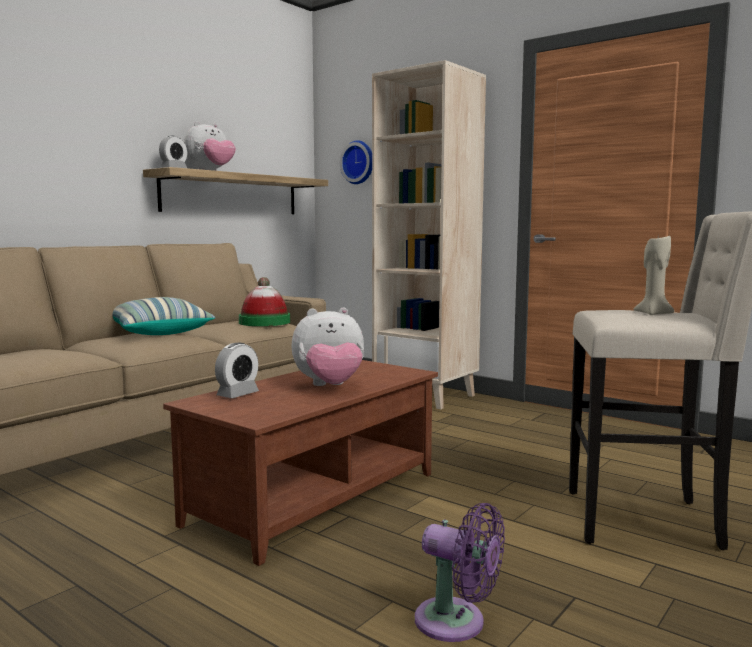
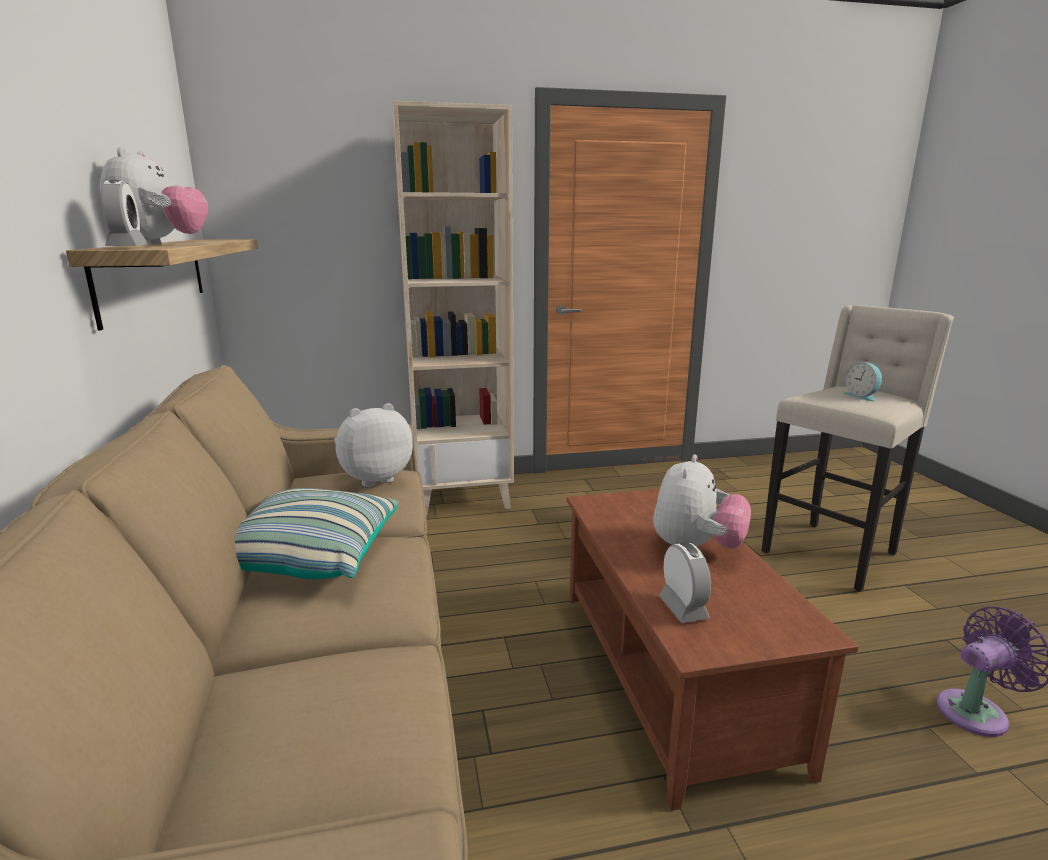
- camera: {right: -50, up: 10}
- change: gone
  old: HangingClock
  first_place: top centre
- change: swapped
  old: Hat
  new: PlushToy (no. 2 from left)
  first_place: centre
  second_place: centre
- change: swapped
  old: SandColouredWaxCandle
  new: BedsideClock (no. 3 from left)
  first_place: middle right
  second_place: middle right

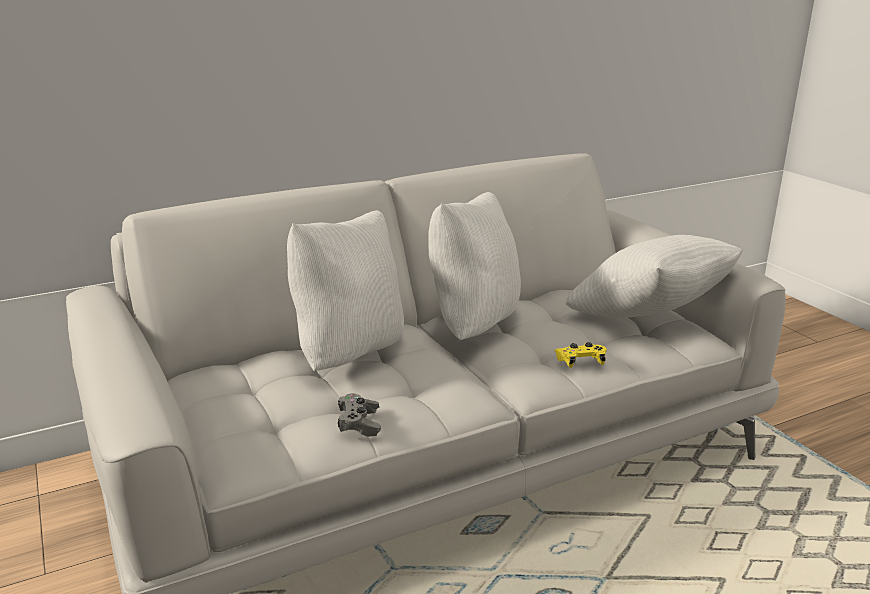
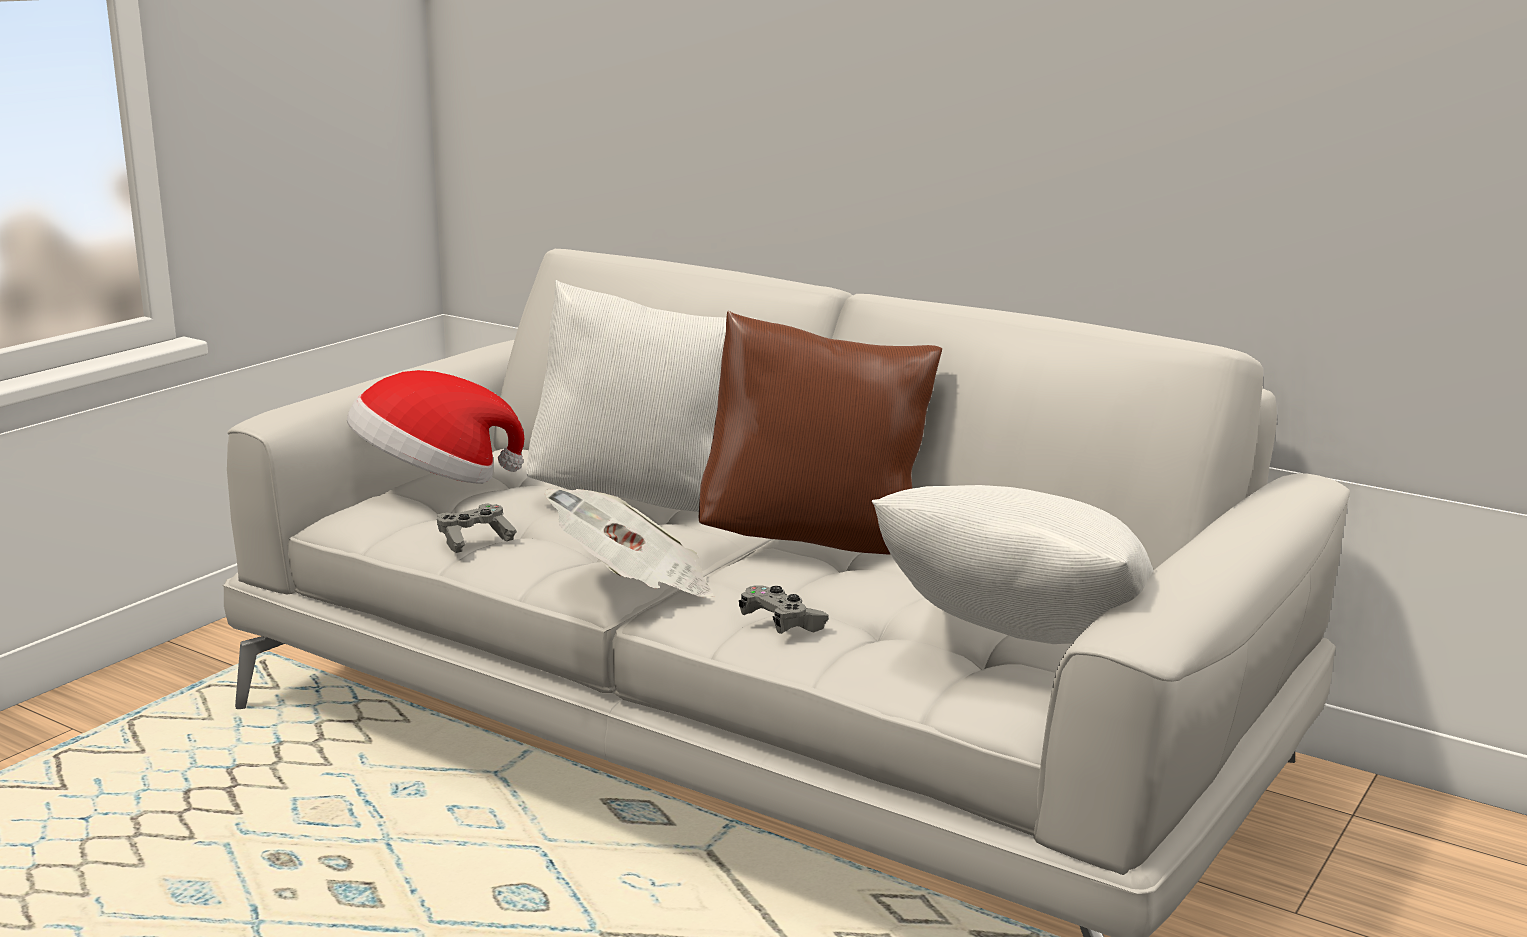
- camera: {right: 60, up: -5}
- change: new
  new: Hat
  second_place: middle left
- change: new
  new: Newspaper
  second_place: centre
- change: repainted
  old: WhitishThrowPillow (no. 2 from left)
  new: BrownThrowPillow
  first_place: centre
  second_place: centre
- change: repainted
  old: YellowColouredJoypad
  new: GreyishJoypad (no. 2 from left)
  first_place: middle right
  second_place: centre

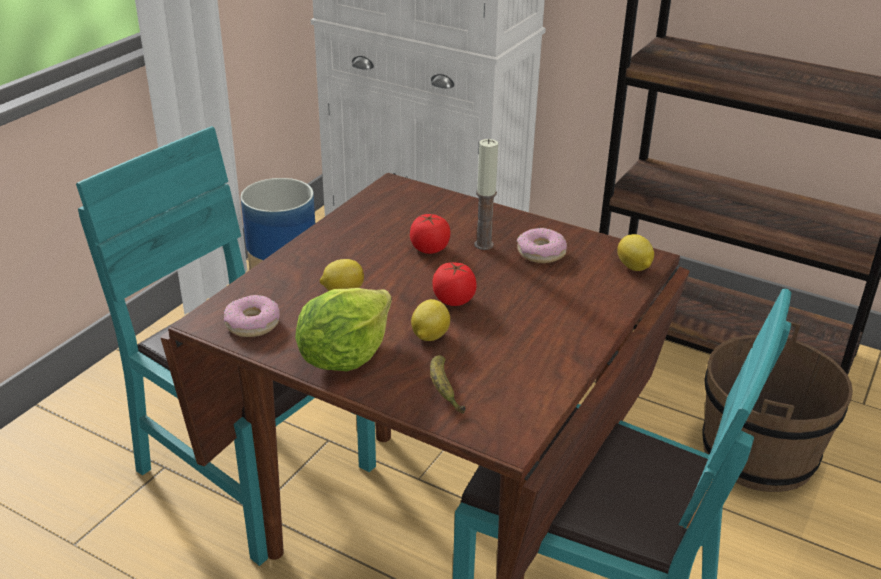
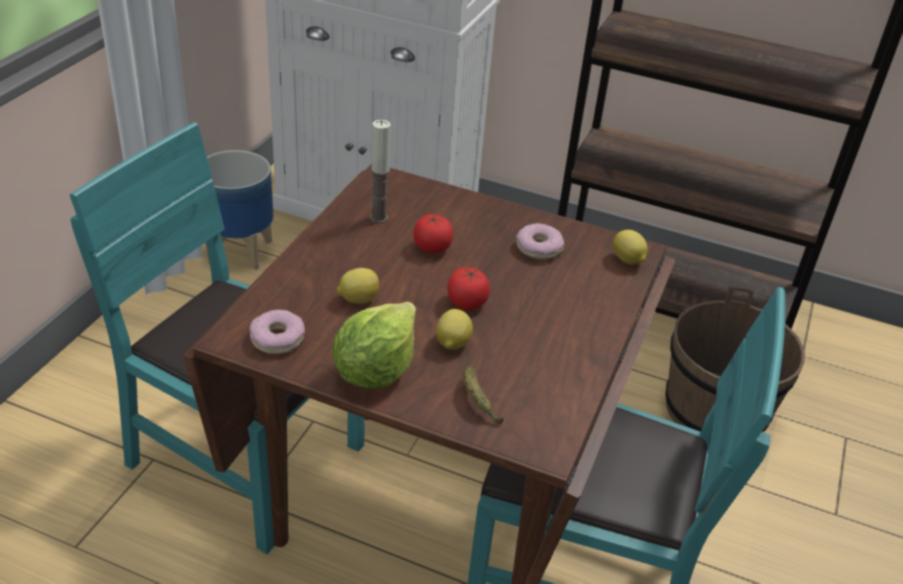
- camera: {right: -10, up: 5}
- change: shifted
  old: WaxCandle
  first_place: centre
  second_place: top centre

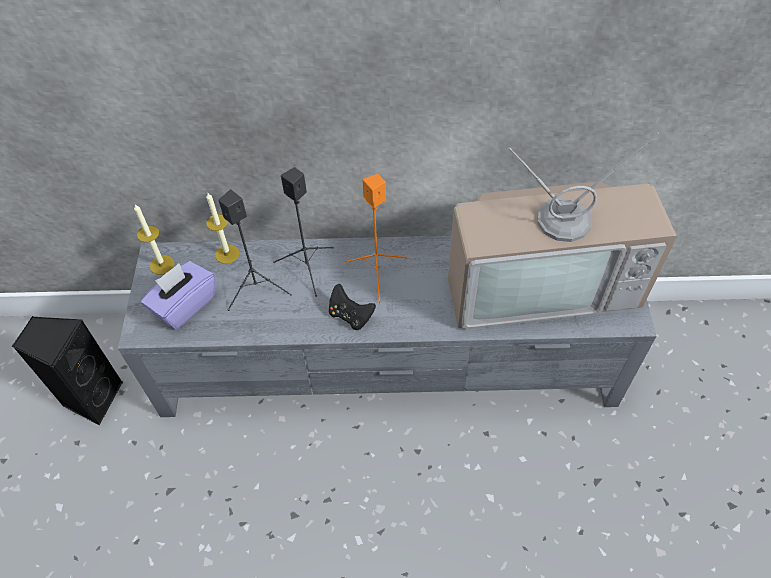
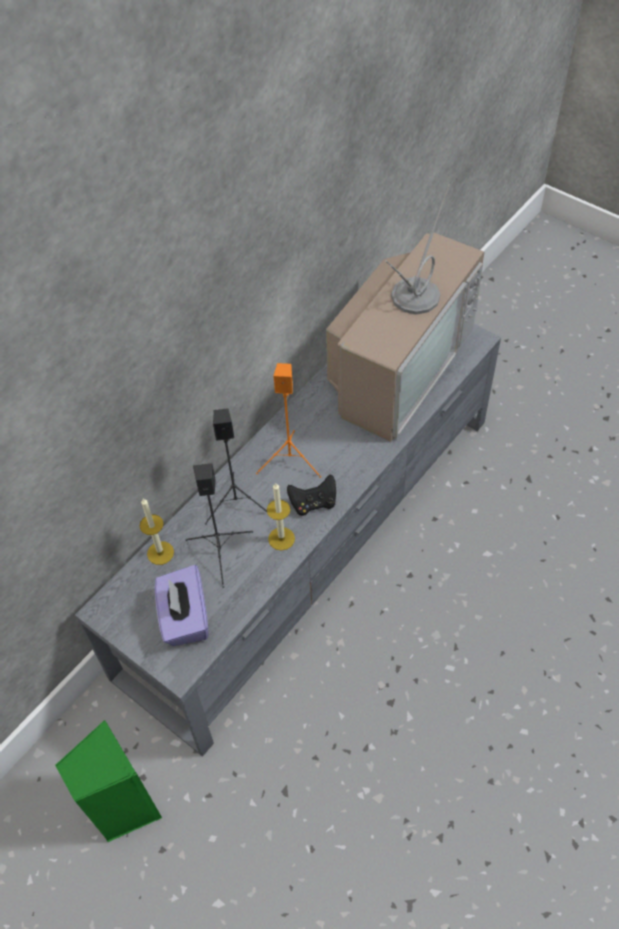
- camera: {right: -50, up: 0}
- change: shifted
  old: WaxCandle (no. 1 from left in the first image)
  new: WaxCandle (no. 2 from left)
  first_place: middle left
  second_place: centre
- change: repainted
  old: BlackColouredLoudspeaker (no. 1 from left)
  new: GreenishLoudspeaker
  first_place: middle left
  second_place: bottom left

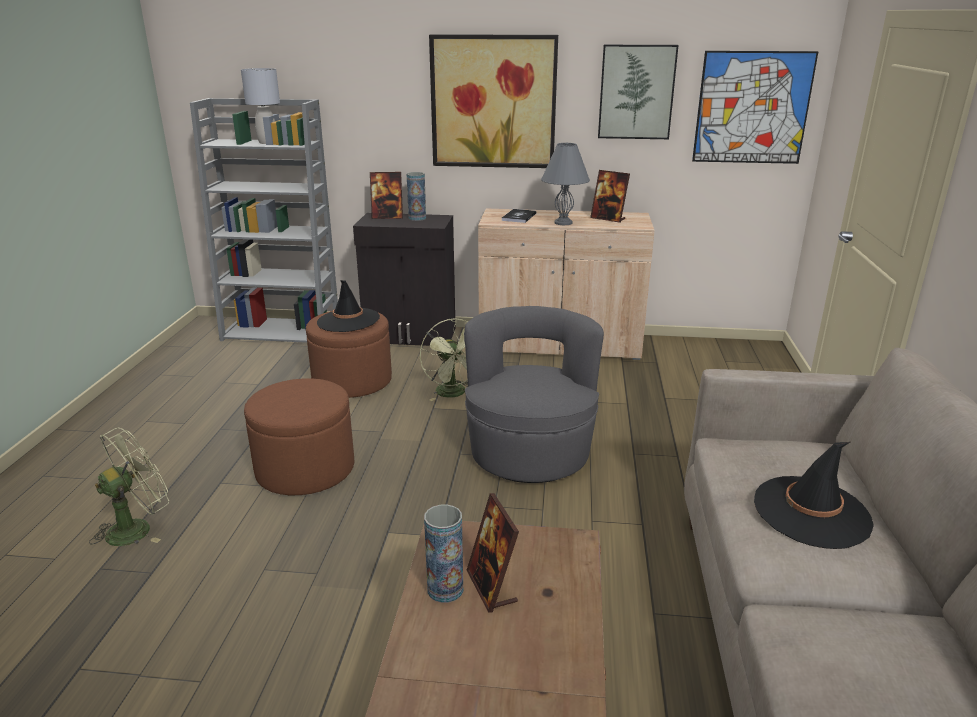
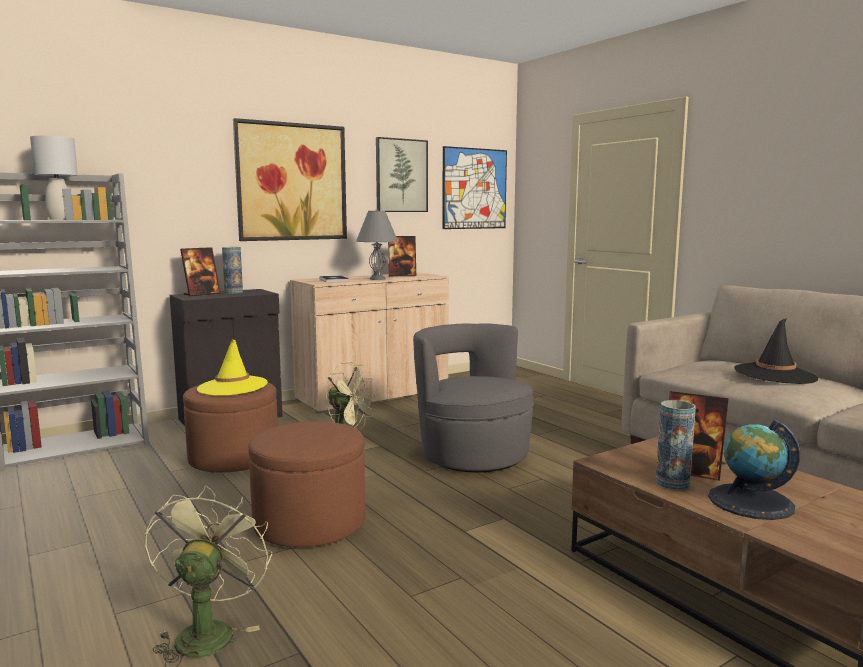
- camera: {right: -40, up: -15}
- change: new
  new: Globe
  second_place: bottom right
- change: repainted
  old: BlackColouredHat (no. 1 from left)
  new: YellowColouredHat
  first_place: centre
  second_place: middle left

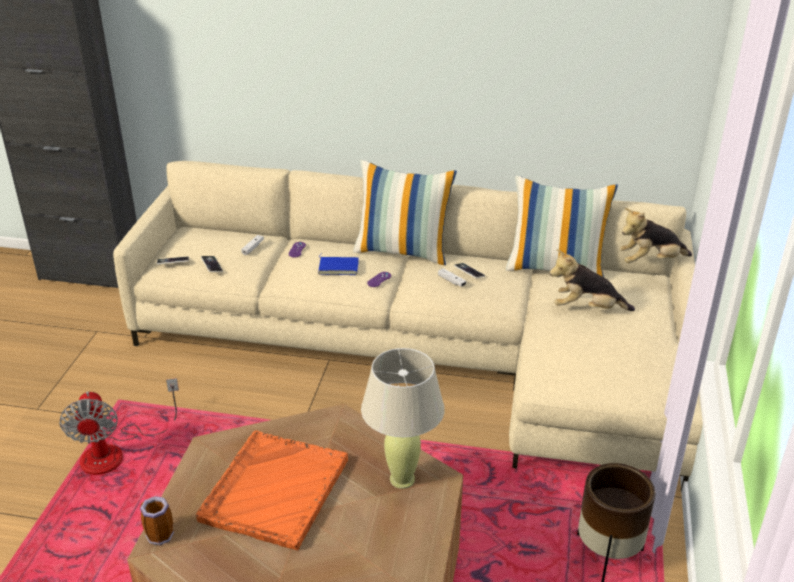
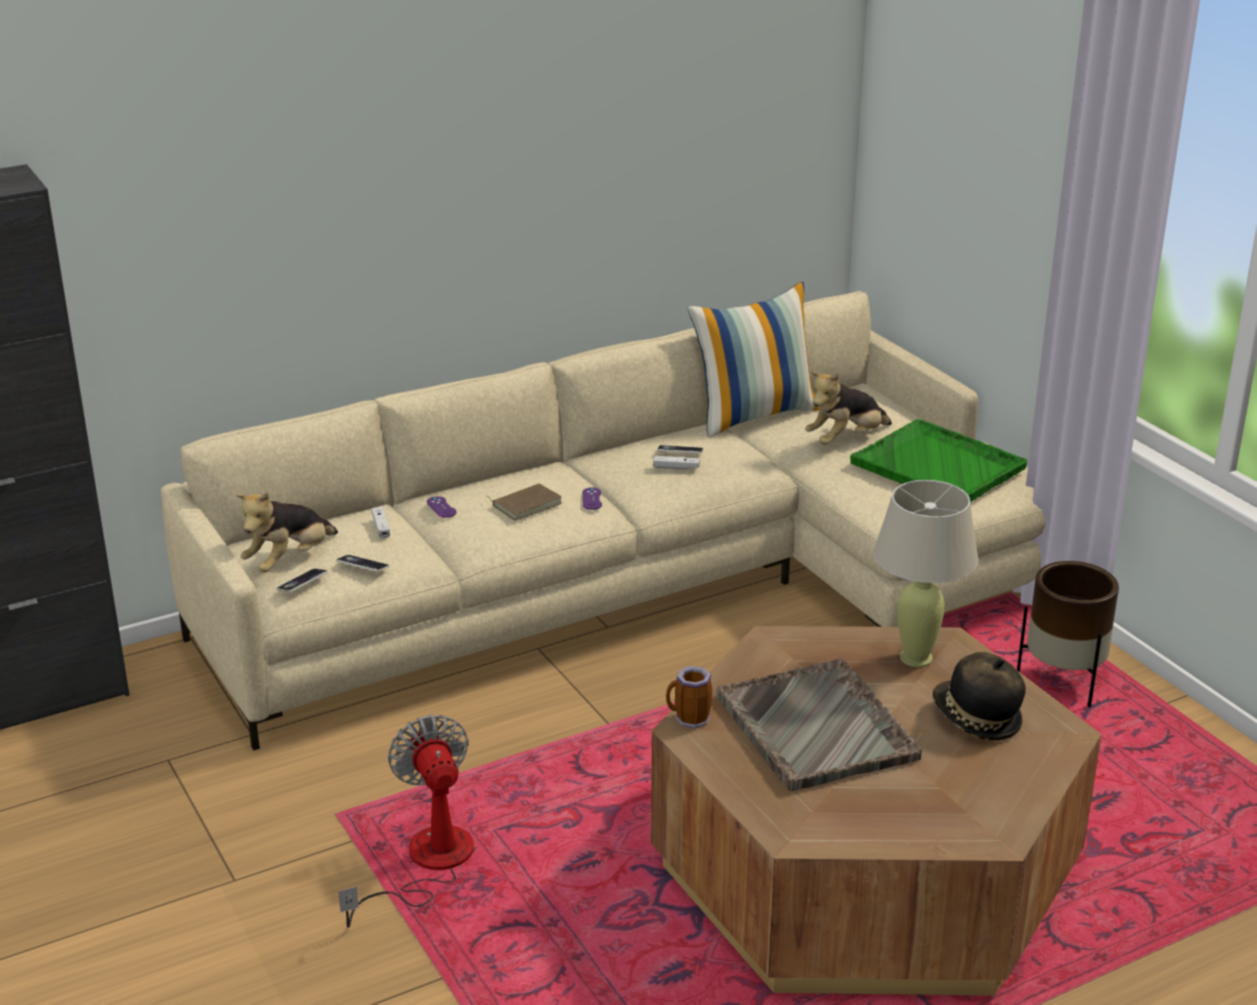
- camera: {right: -40, up: -5}
- change: gone
  old: ThrowPillow (no. 1 from left)
  first_place: centre
- change: new
  new: GreenishServingTray
  second_place: middle right
- change: new
  new: Hat
  second_place: bottom right
- change: shifted
  old: CoffeeMug
  first_place: bottom left
  second_place: bottom centre
- change: shifted
  old: PlushToy (no. 2 from left in the first image)
  new: PlushToy (no. 1 from left)
  first_place: middle right
  second_place: middle left
- change: repainted
  old: OrangeServingTray
  new: GreyishServingTray
  first_place: bottom centre
  second_place: bottom centre
- change: repainted
  old: BlueColouredVolume
  new: BrownVolume
  first_place: centre
  second_place: centre
- change: rotated
  old: Fan
  first_place: bottom left
  second_place: bottom left
  degrees: -150

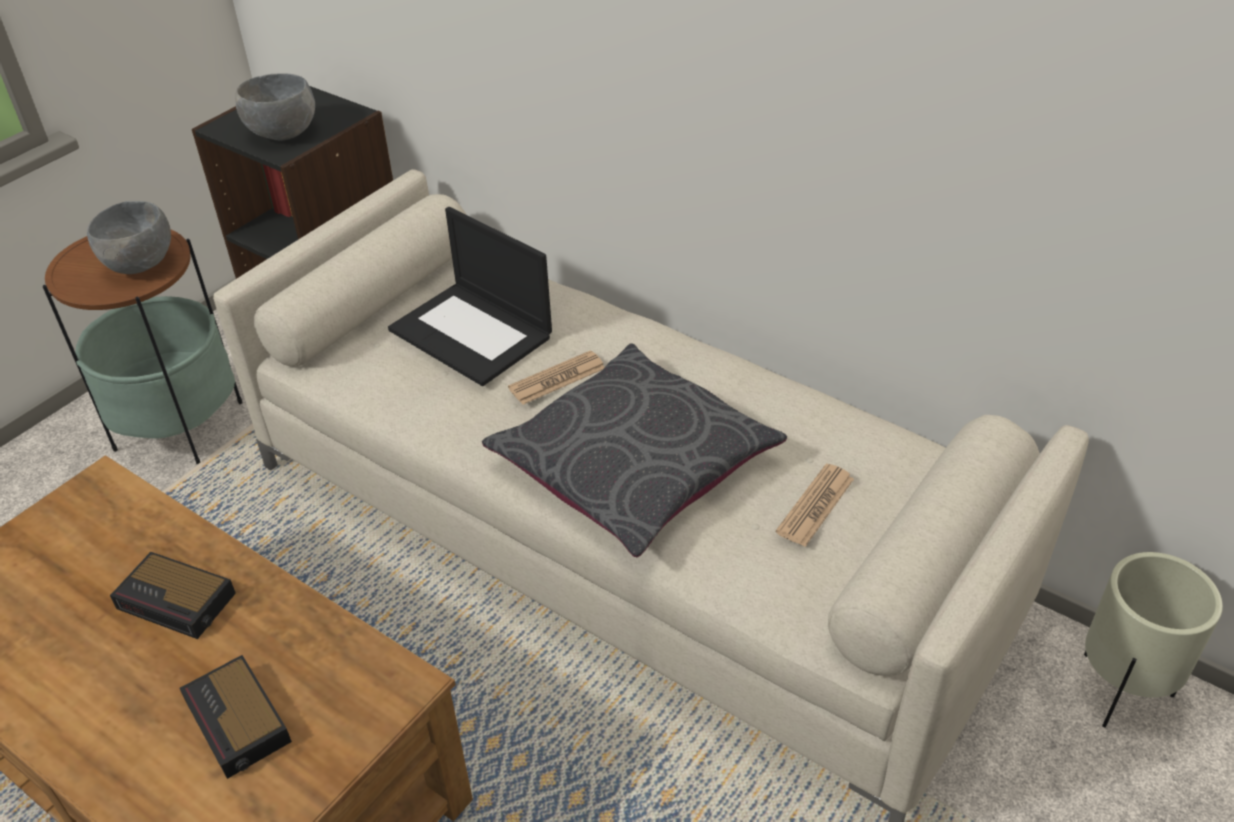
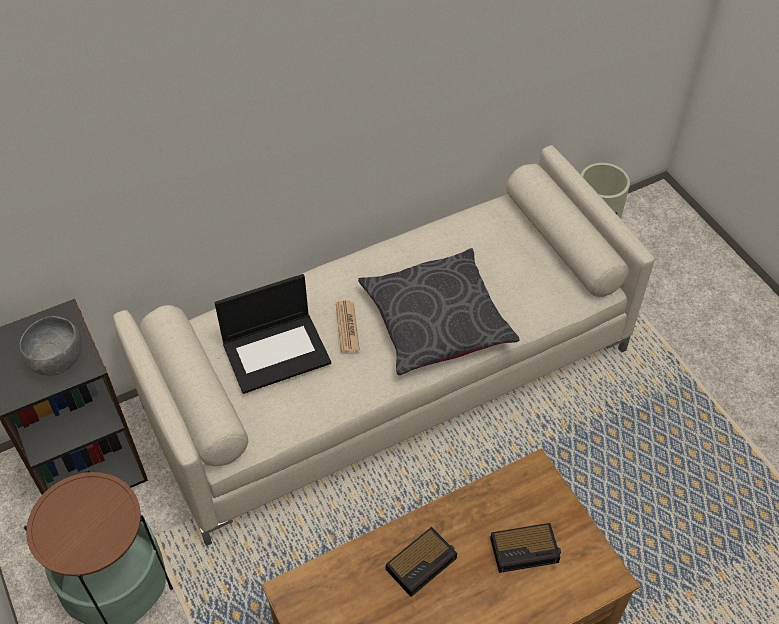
- camera: {right: -65, up: 10}
- change: gone
  old: GreyishServingBowl (no. 1 from left)
  first_place: top left
- change: gone
  old: Newspaper (no. 2 from left)
  first_place: centre

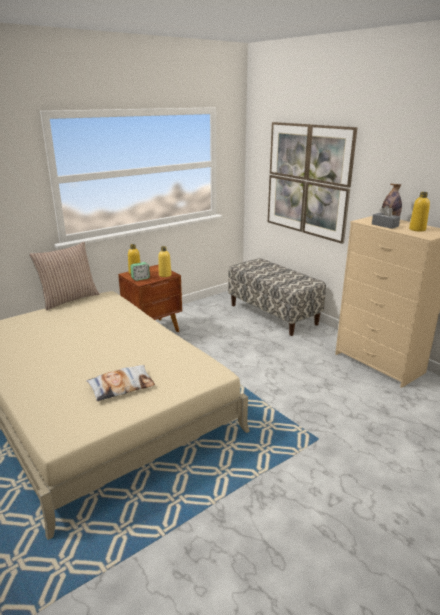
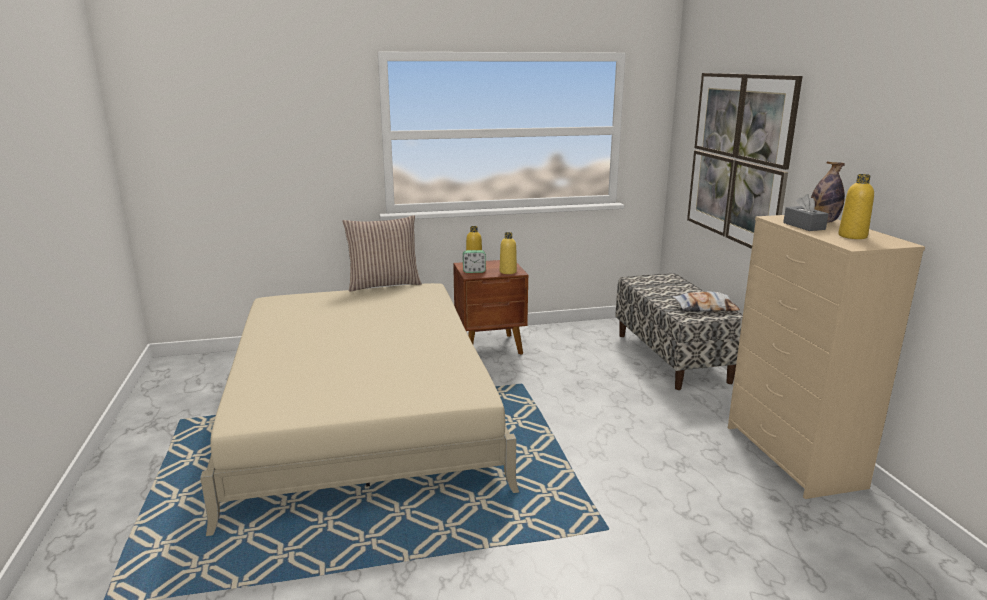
- camera: {right: 25, up: -5}
- change: shifted
  old: ThrowPillow (no. 2 from left)
  first_place: middle left
  second_place: middle right

